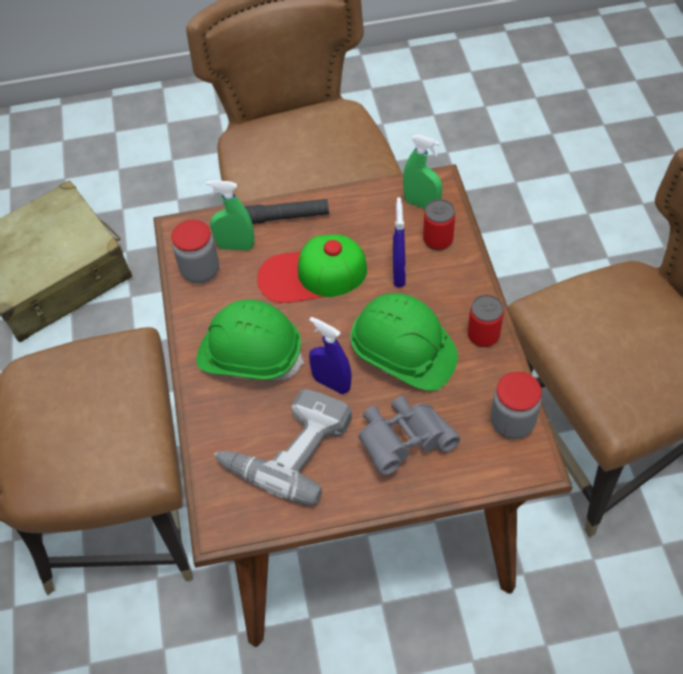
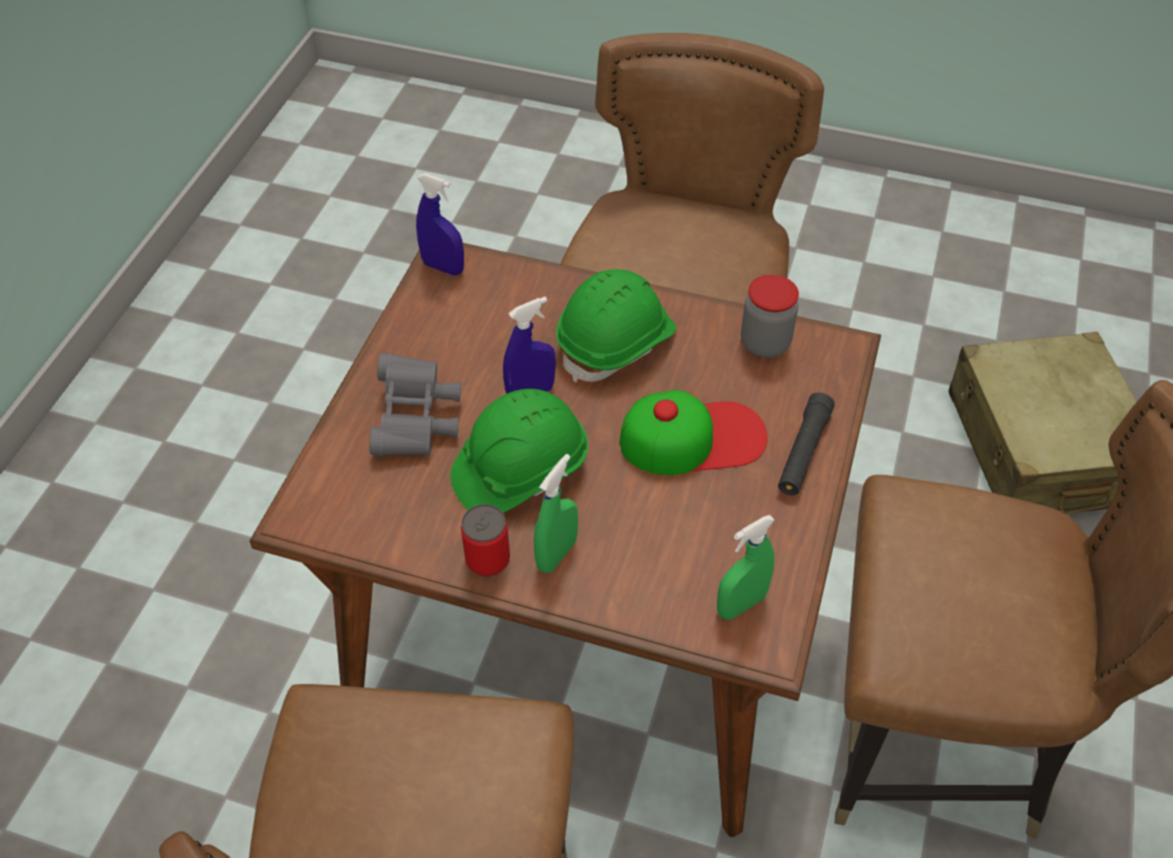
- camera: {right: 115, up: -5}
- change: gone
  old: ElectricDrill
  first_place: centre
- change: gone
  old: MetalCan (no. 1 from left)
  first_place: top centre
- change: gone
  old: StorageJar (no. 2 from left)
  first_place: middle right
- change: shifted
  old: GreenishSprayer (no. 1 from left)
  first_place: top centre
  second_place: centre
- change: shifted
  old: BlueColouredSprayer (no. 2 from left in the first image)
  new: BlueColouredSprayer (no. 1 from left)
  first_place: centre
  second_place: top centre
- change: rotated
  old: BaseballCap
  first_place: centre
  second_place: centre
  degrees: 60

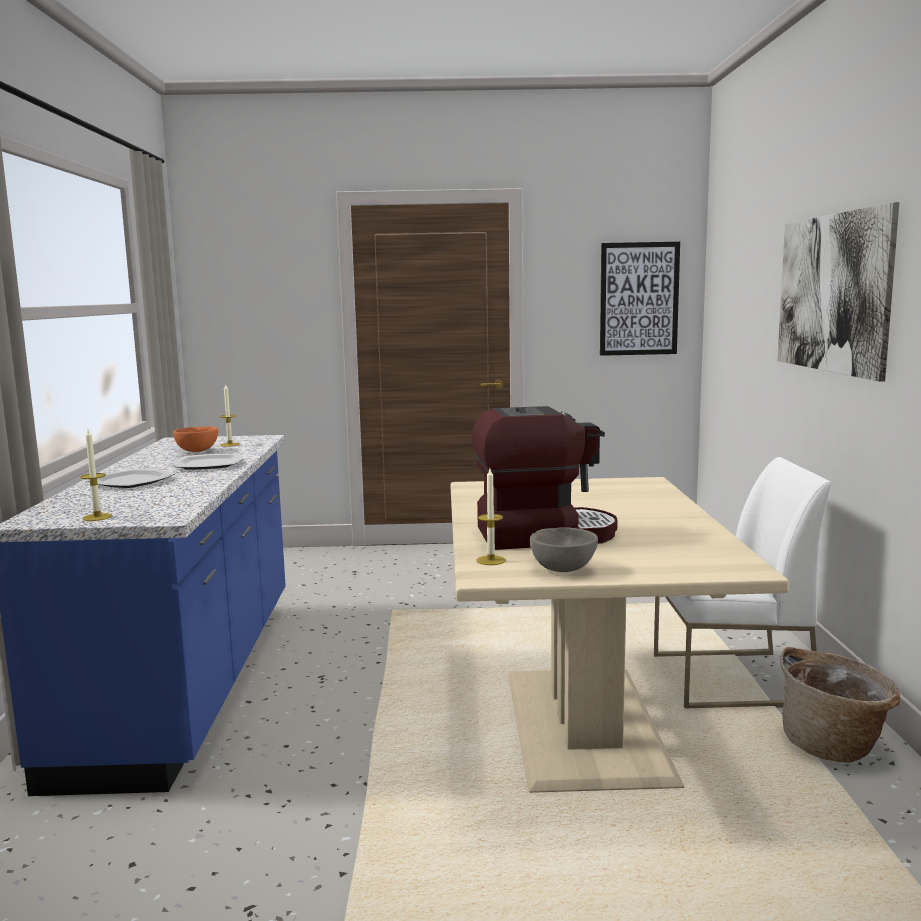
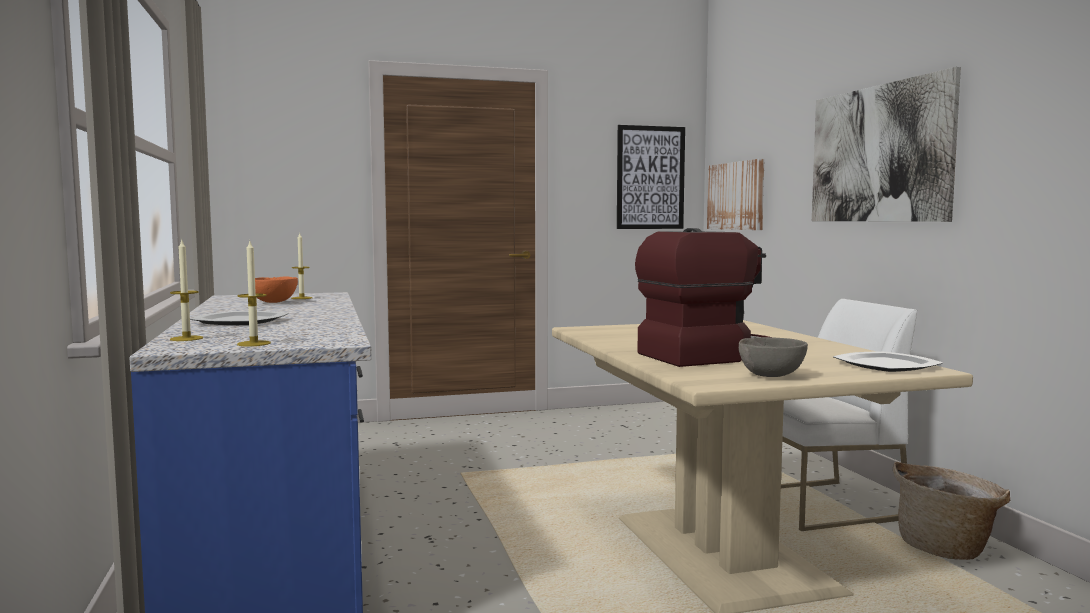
- camera: {right: -15, up: -5}
- change: new
  new: Picture (no. 2 from left)
  second_place: top right
- change: shifted
  old: Plate (no. 2 from left)
  first_place: middle left
  second_place: middle right
- change: shifted
  old: WaxCandle (no. 3 from left in the first image)
  new: WaxCandle (no. 1 from left)
  first_place: centre
  second_place: middle left

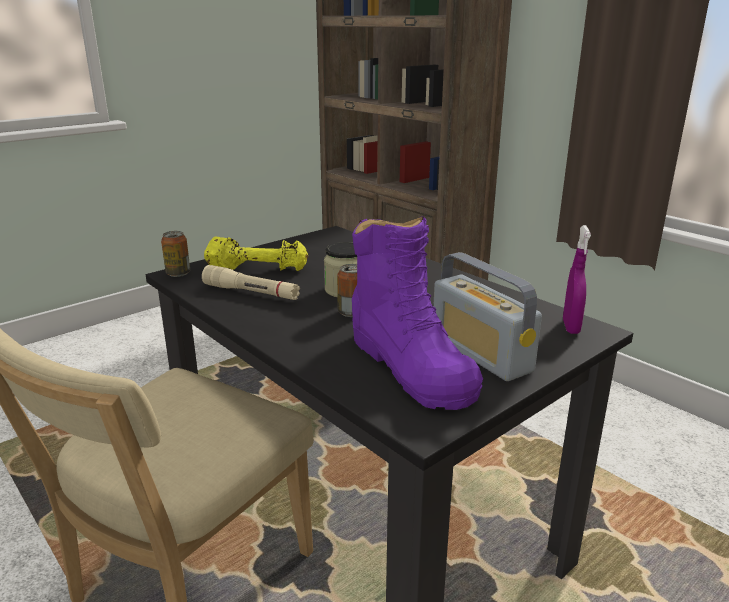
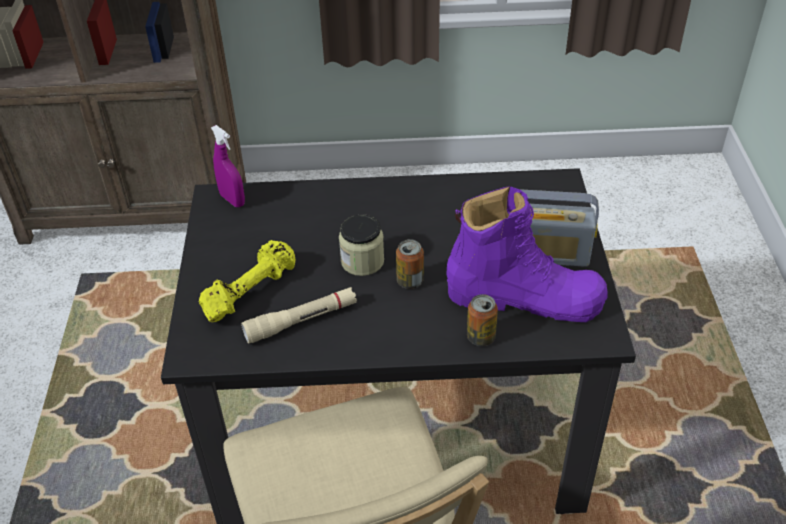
- camera: {right: -50, up: 20}
- change: shifted
  old: MetalCan (no. 1 from left in the first image)
  new: MetalCan (no. 2 from left)
  first_place: middle left
  second_place: centre
- change: shifted
  old: PurpleColouredSprayer
  first_place: middle right
  second_place: top left

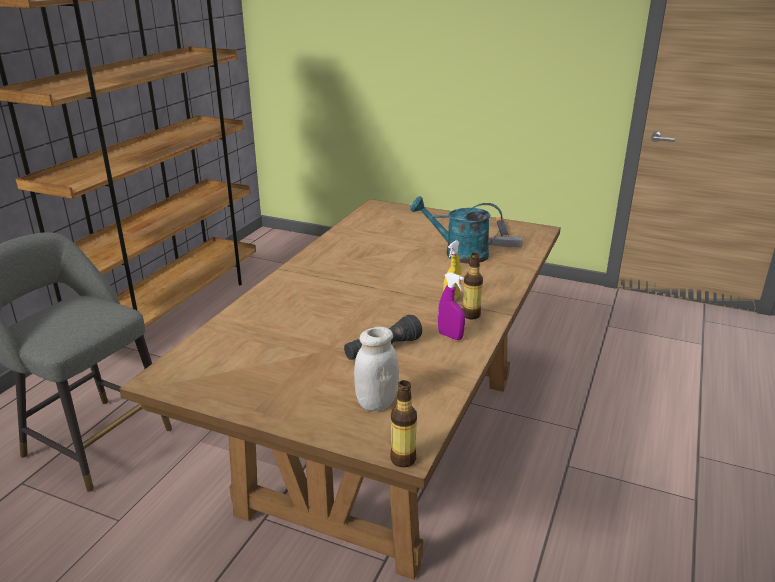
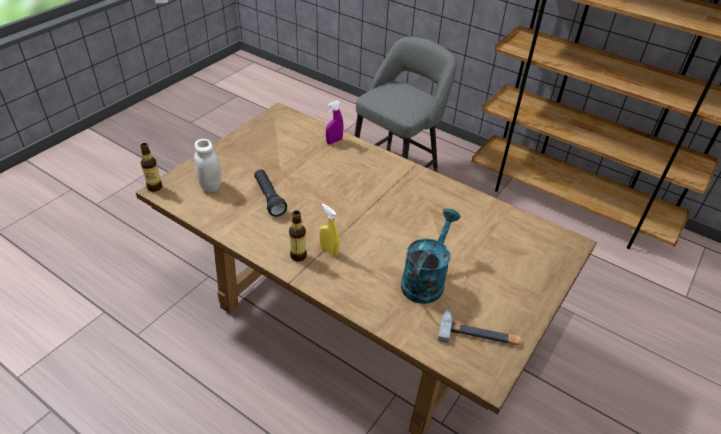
- camera: {right: 100, up: 15}
- change: shifted
  old: PurpleColouredSprayer
  first_place: centre
  second_place: top centre

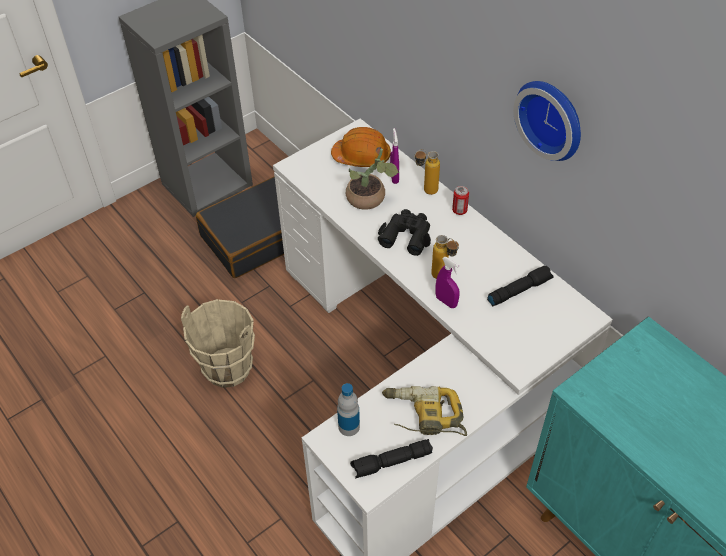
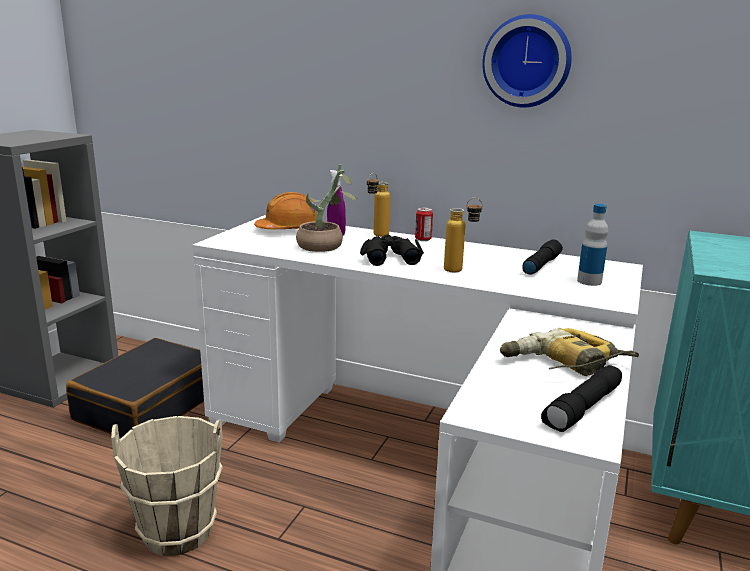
- camera: {right: -30, up: -30}
- change: gone
  old: PurpleColouredSprayer (no. 2 from left)
  first_place: centre
- change: shifted
  old: DrinkBottle (no. 1 from left in the first image)
  new: DrinkBottle (no. 3 from left)
  first_place: bottom centre
  second_place: middle right

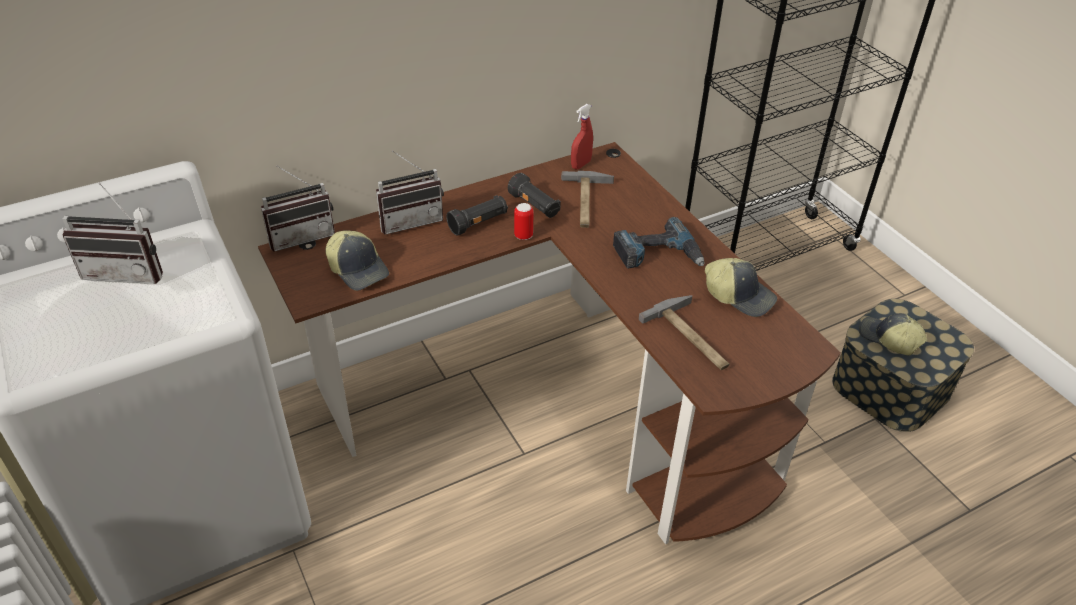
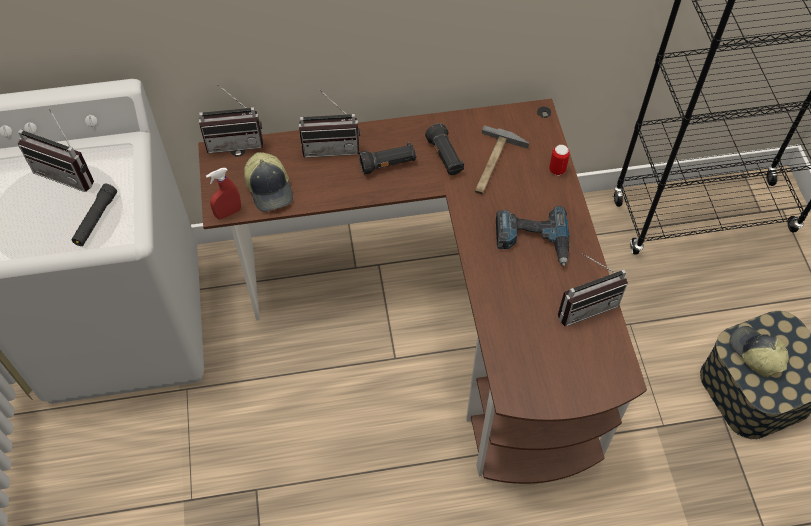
- camera: {right: 20, up: 15}
- change: gone
  old: Hammer (no. 2 from left)
  first_place: centre
- change: new
  new: BlackColouredTorch (no. 1 from left)
  second_place: middle left
- change: shifted
  old: MetalCan
  first_place: centre
  second_place: top right
- change: shifted
  old: RedColouredSprayer
  first_place: top centre
  second_place: middle left
- change: swapped
  old: BaseballCap (no. 2 from left)
  new: Radio (no. 4 from left)
  first_place: middle right
  second_place: middle right

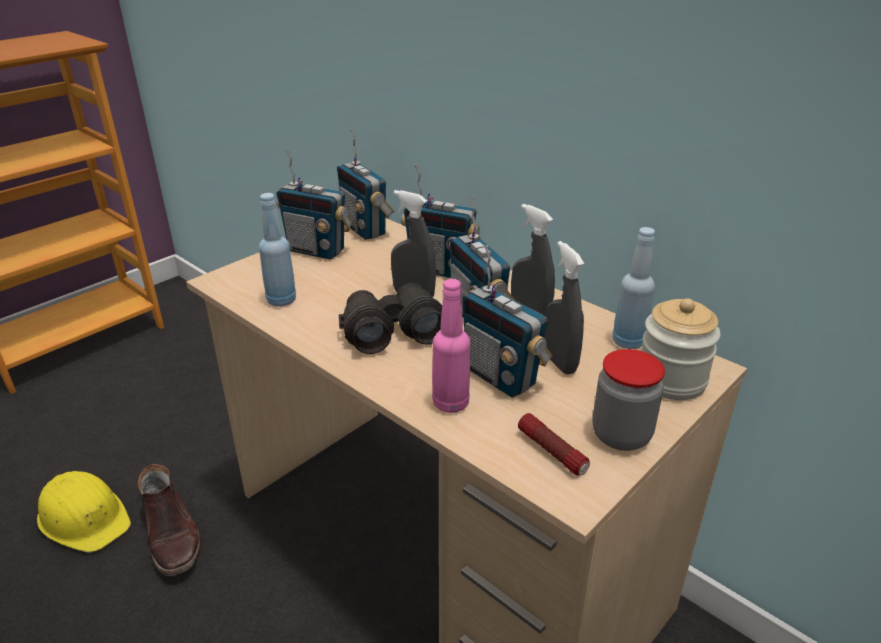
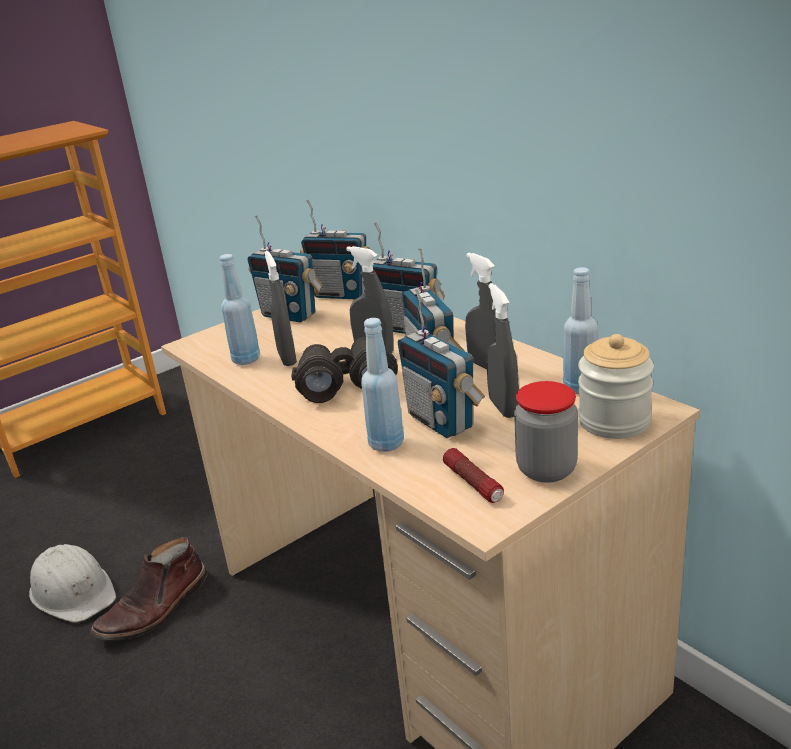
- camera: {right: 10, up: -5}
- change: new
  new: GreyishSprayer (no. 1 from left)
  second_place: centre
- change: repainted
  old: YellowColouredHardHat
  new: WhitishHardHat
  first_place: bottom left
  second_place: bottom left
- change: repainted
  old: PinkColouredDrinkBottle
  new: BlueColouredDrinkBottle (no. 2 from left)
  first_place: centre
  second_place: centre
- change: rotated
  old: BrownTallBoot
  first_place: bottom left
  second_place: bottom left
  degrees: 60
- change: rotated
  old: Radio (no. 2 from left)
  first_place: top centre
  second_place: top centre
  degrees: -45

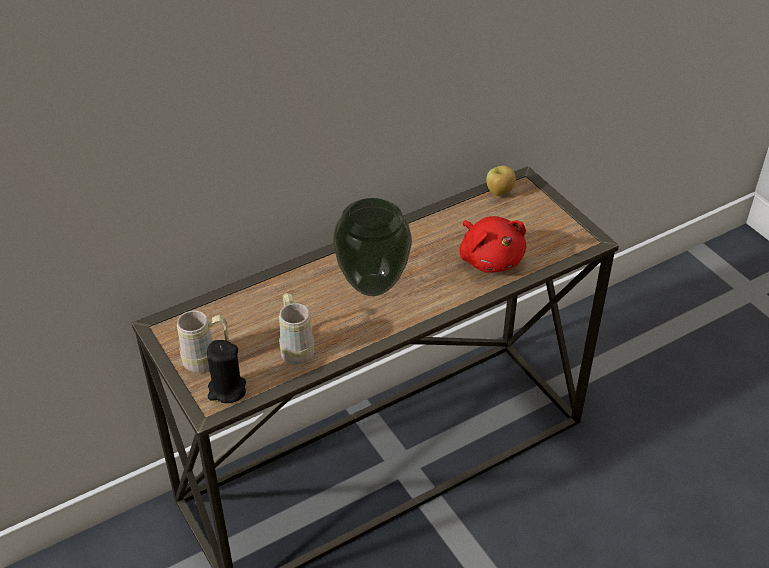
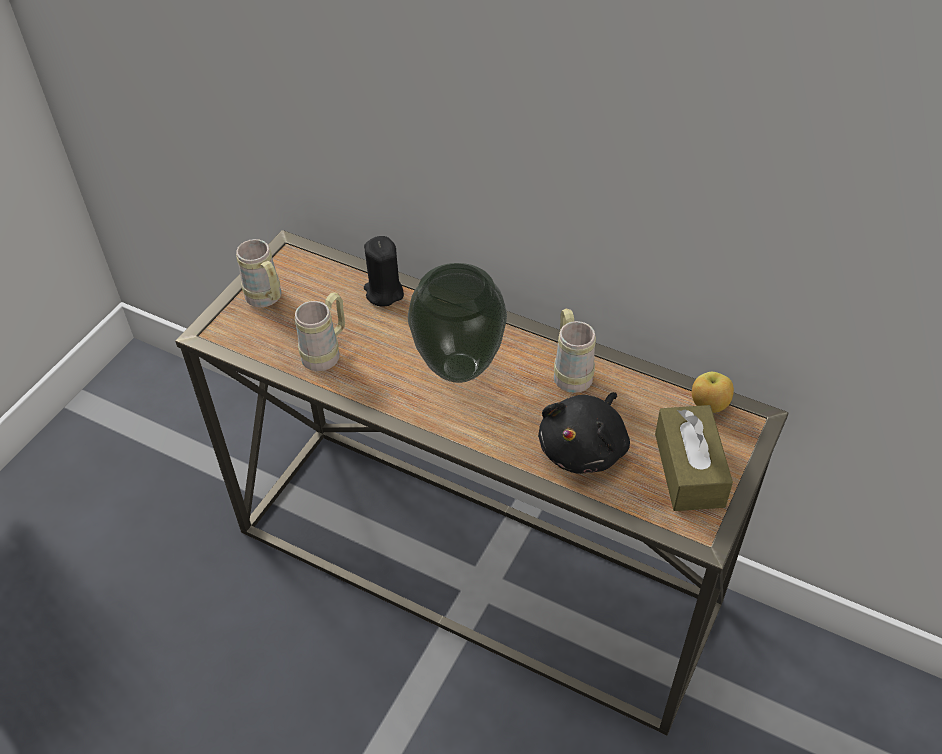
- camera: {right: 60, up: 5}
- change: new
  new: SandColouredCoffeeMug (no. 3 from left)
  second_place: centre
- change: new
  new: BrownTissueBox
  second_place: middle right
- change: shifted
  old: BlackColouredWaxCandle
  first_place: middle left
  second_place: centre
- change: repainted
  old: RedColouredPlushToy
  new: BlackColouredPlushToy
  first_place: centre
  second_place: centre

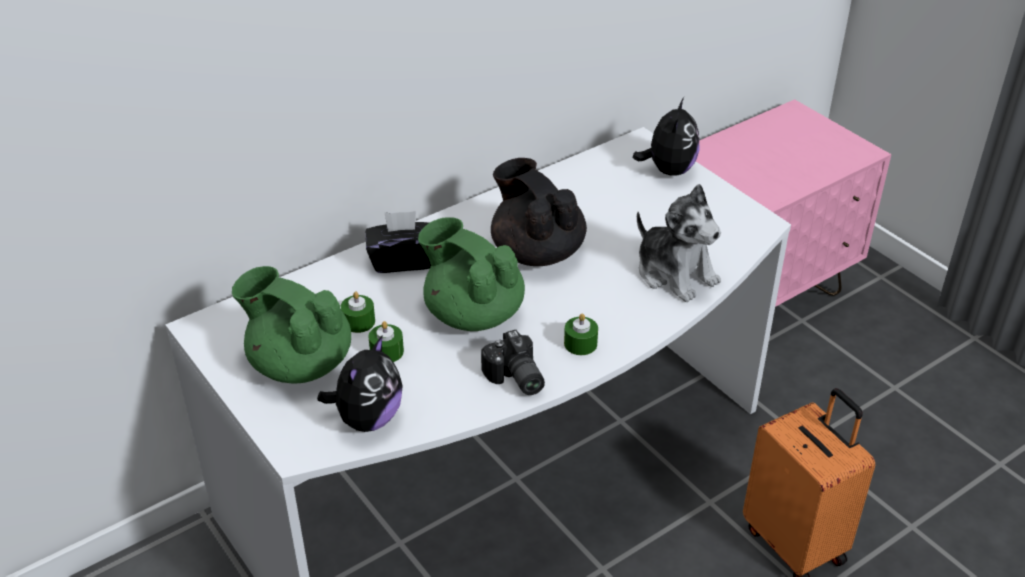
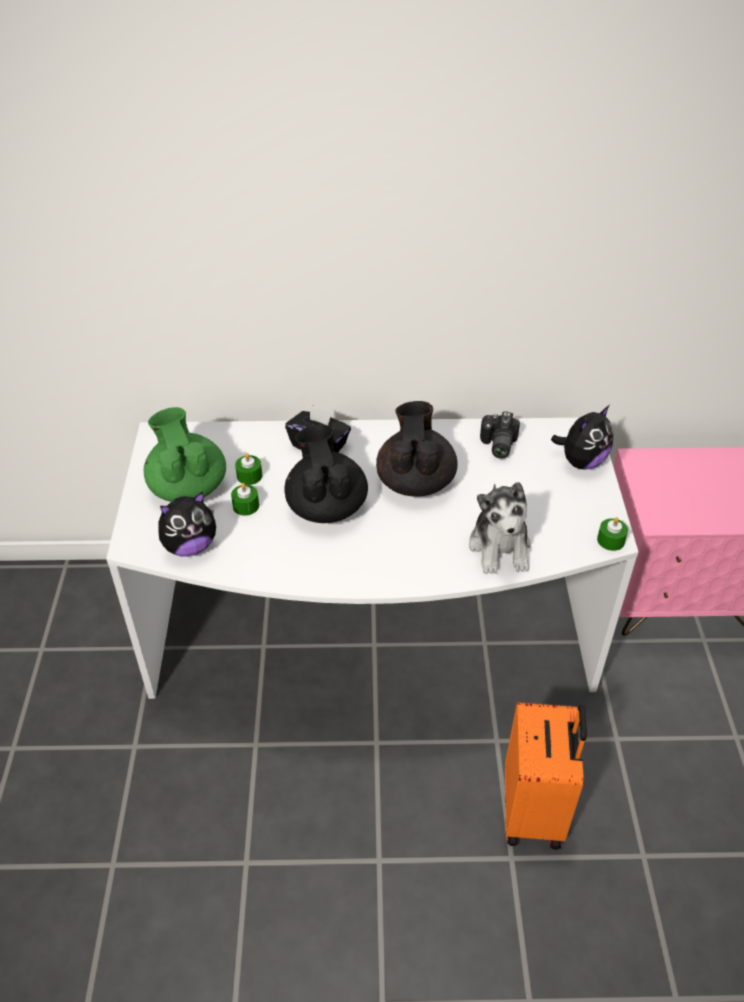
- camera: {right: 35, up: 5}
- change: shifted
  old: PhotoCamera
  first_place: centre
  second_place: middle right
- change: shifted
  old: GreenishWaxCandle (no. 3 from left)
  first_place: centre
  second_place: middle right
- change: repainted
  old: GreenishTeaPot (no. 2 from left)
  new: BlackColouredTeaPot (no. 1 from left)
  first_place: centre
  second_place: centre

